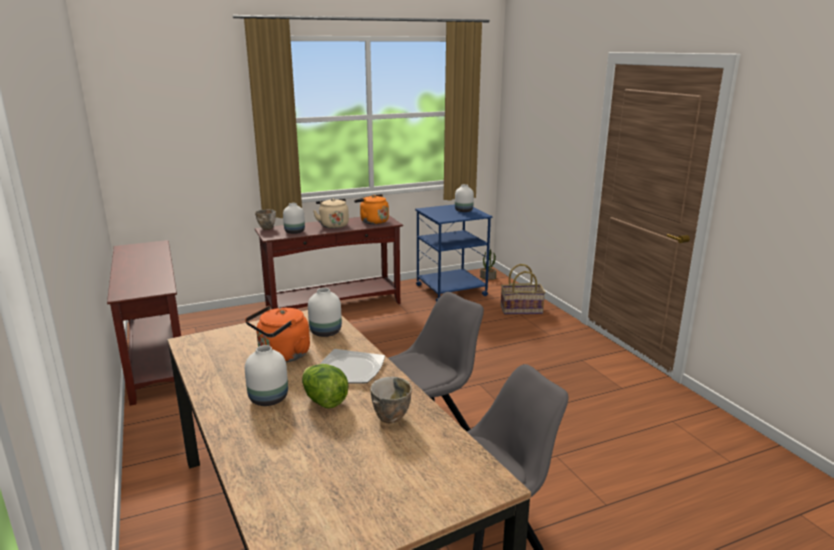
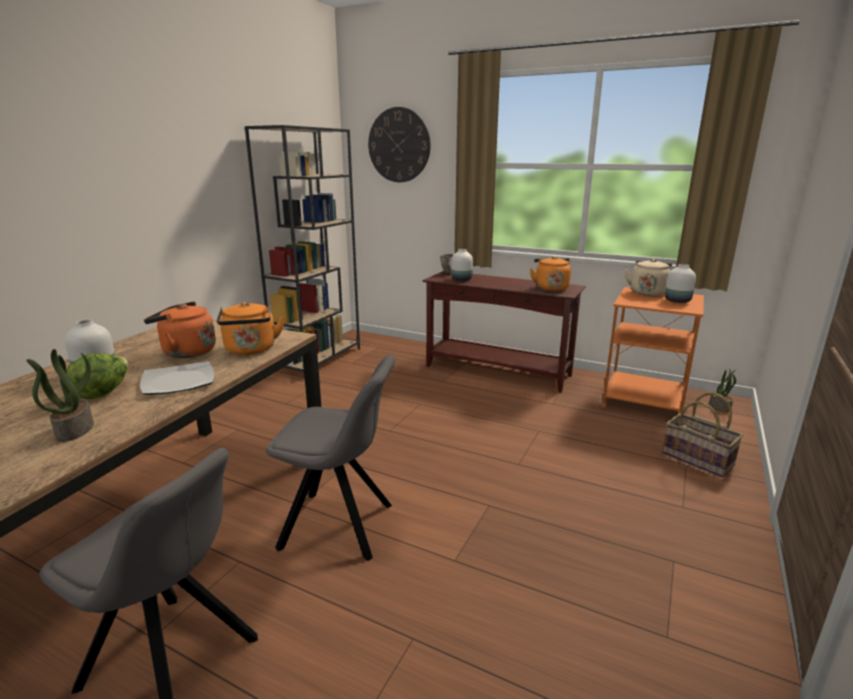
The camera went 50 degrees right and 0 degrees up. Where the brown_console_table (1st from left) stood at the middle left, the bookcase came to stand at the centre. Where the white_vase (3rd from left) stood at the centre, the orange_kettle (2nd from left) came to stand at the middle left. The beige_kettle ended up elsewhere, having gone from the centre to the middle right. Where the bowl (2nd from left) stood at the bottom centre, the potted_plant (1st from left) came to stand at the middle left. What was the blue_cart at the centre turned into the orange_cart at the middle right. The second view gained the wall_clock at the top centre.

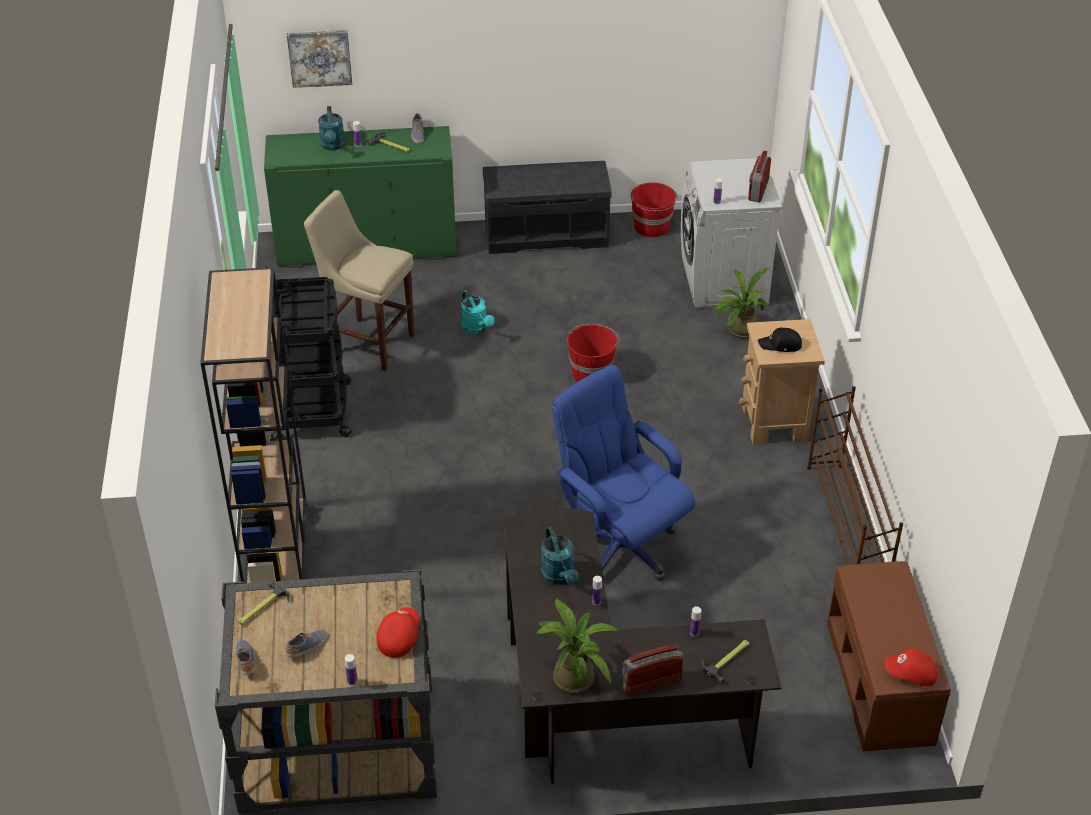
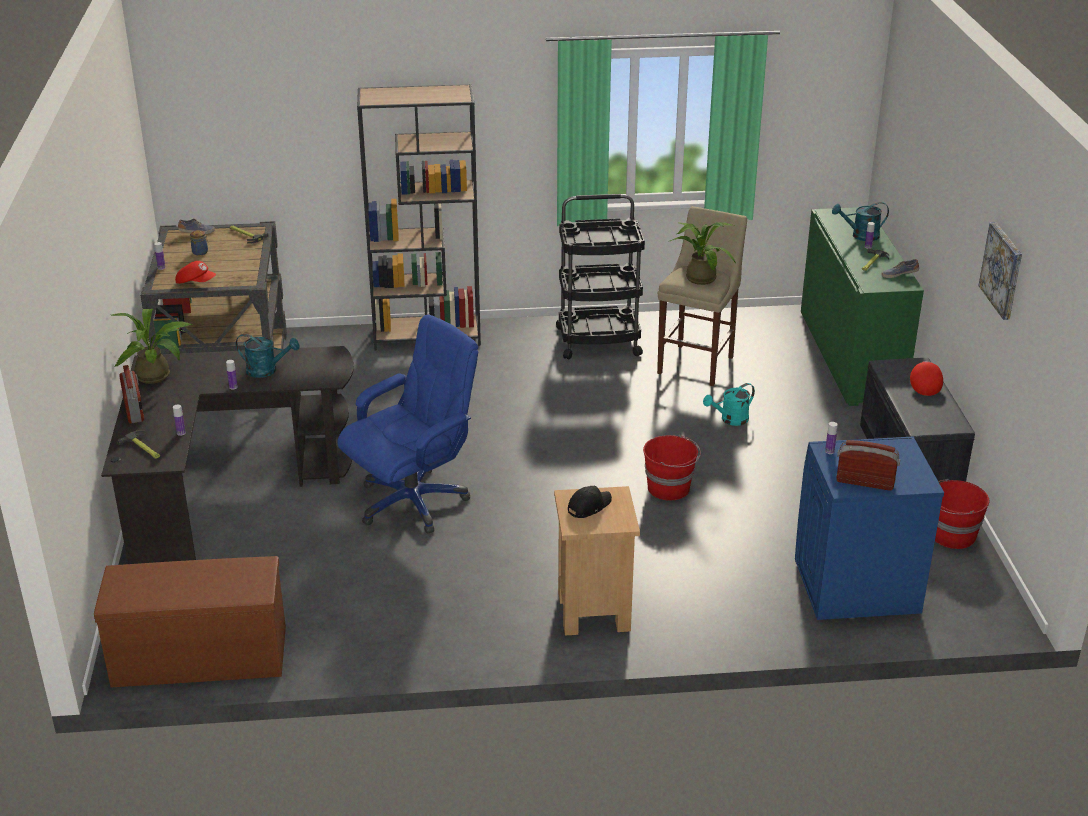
The camera went 90 degrees right and 10 degrees down. Where the shoe (2nd from left) stood at the bottom left, the jar came to stand at the top left. The picture ended up elsewhere, having gone from the top left to the top right. The turquoise_watering_can (3rd from left in the first image) at the bottom centre ended up facing another way, 150 degrees counterclockwise from before. What was the white_washing_machine at the top right turned into the blue_washing_machine at the middle right. The potted_plant (2nd from left) ended up elsewhere, having gone from the middle right to the top centre. The black_cap at the middle right ended up facing another way, 45 degrees clockwise from before. The second view lost the brown_shoe_rack at the middle right. The red_cap (2nd from left) ended up elsewhere, having gone from the bottom right to the middle right.

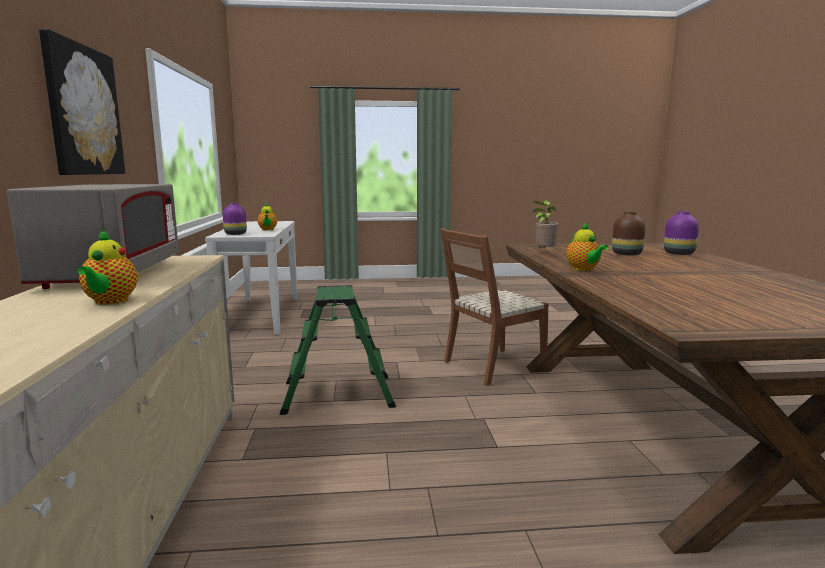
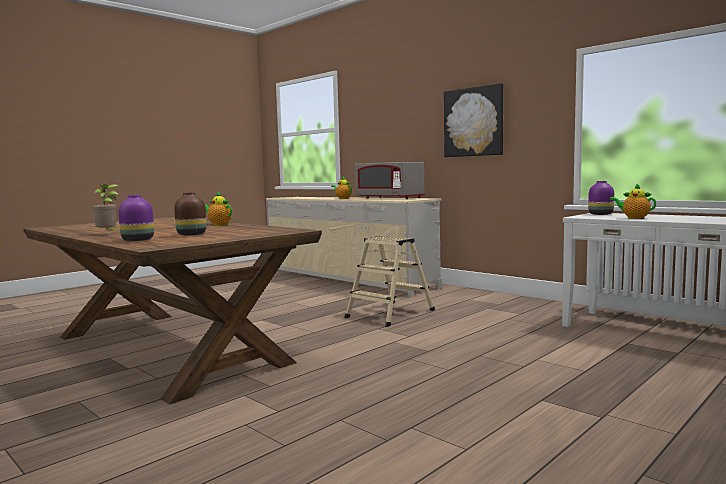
The camera went 140 degrees right and 5 degrees down. What was the green_step_ladder at the centre turned into the beige_step_ladder at the centre. The second view lost the chair at the centre. The potted_plant ended up elsewhere, having gone from the centre to the middle left.

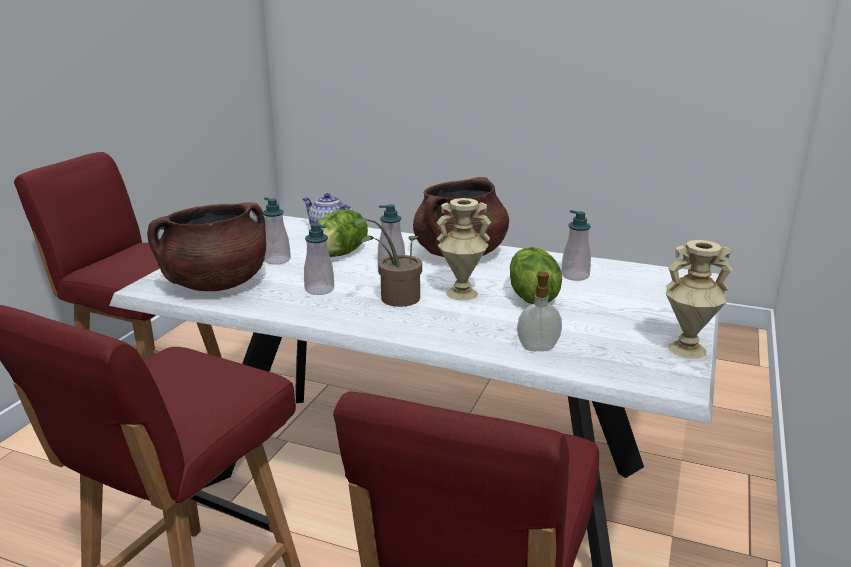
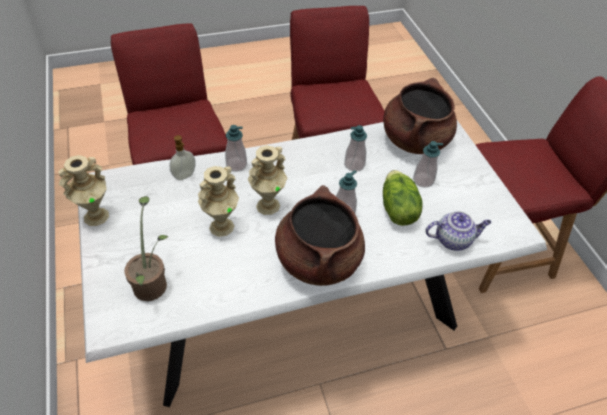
The camera went 140 degrees right and 25 degrees up. The potted_plant ended up elsewhere, having gone from the centre to the middle left. Where the lettuce (2nd from left) stood at the centre, the beige_vase (2nd from left) came to stand at the centre. The soap_dispenser (5th from left in the first image) ended up elsewhere, having gone from the middle right to the centre.

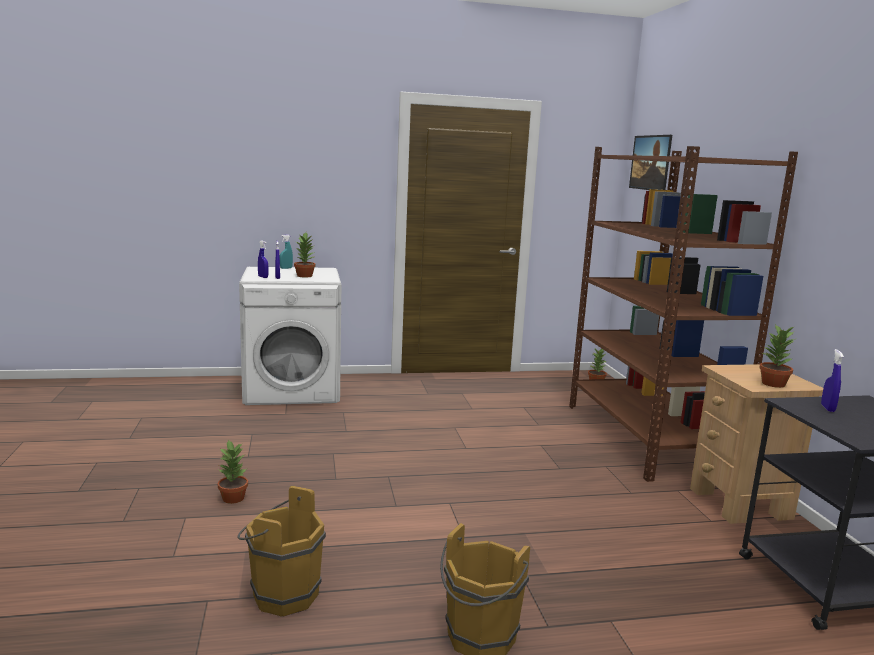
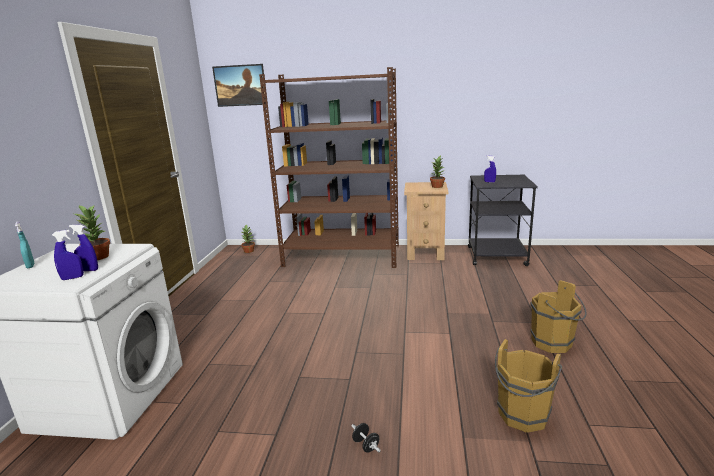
The camera went 70 degrees left and 5 degrees up. Where the potted_plant (1st from left) stood at the bottom left, the black_dumbbell came to stand at the bottom centre.

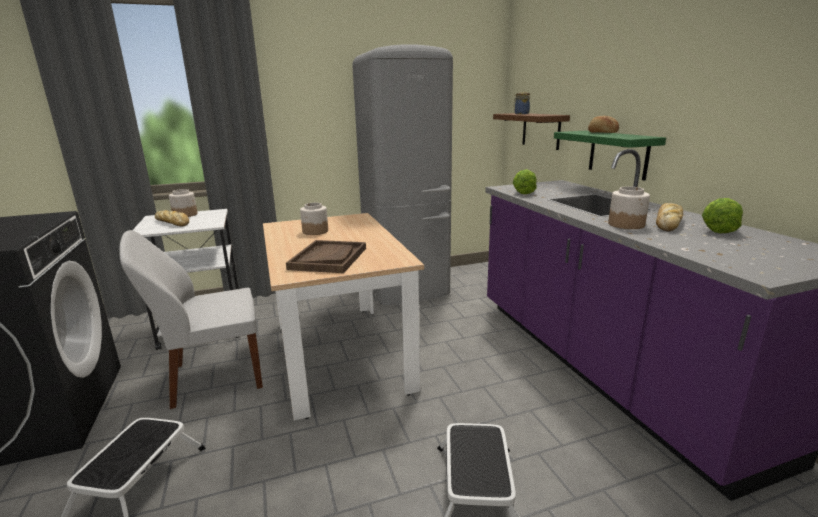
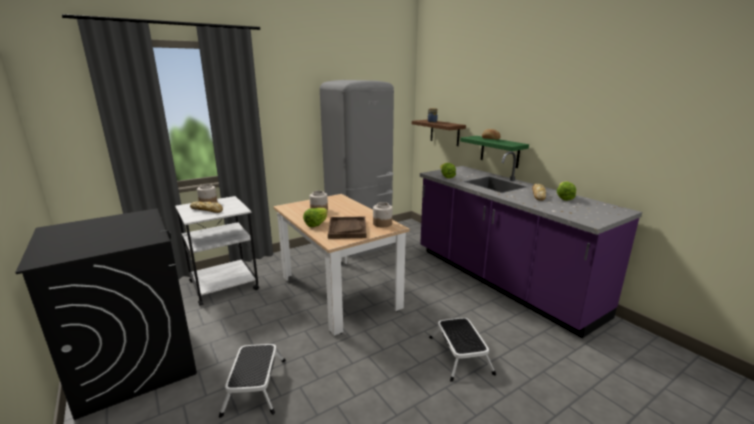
The camera went 15 degrees left and 0 degrees up. The second view lost the white_chair at the middle left. The jar (4th from left in the first image) ended up elsewhere, having gone from the middle right to the centre. The second view gained the lettuce (1st from left) at the centre.

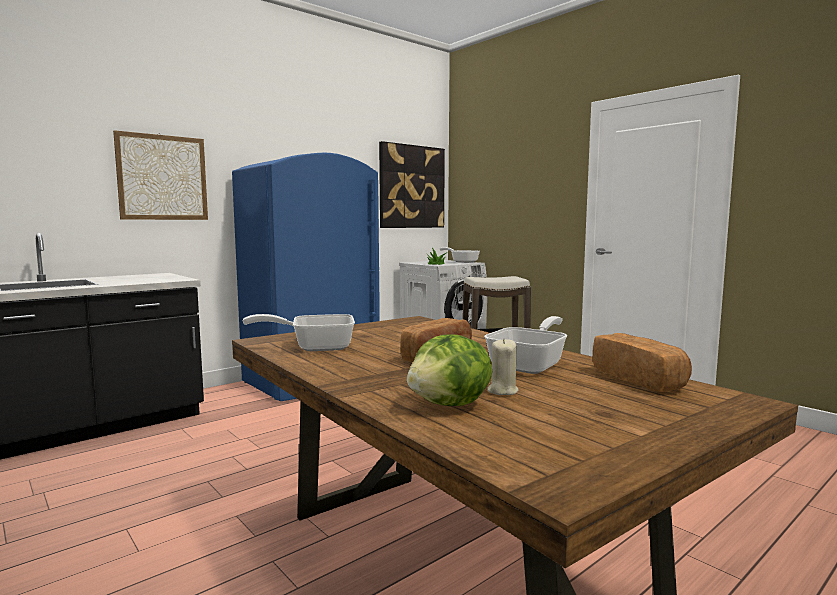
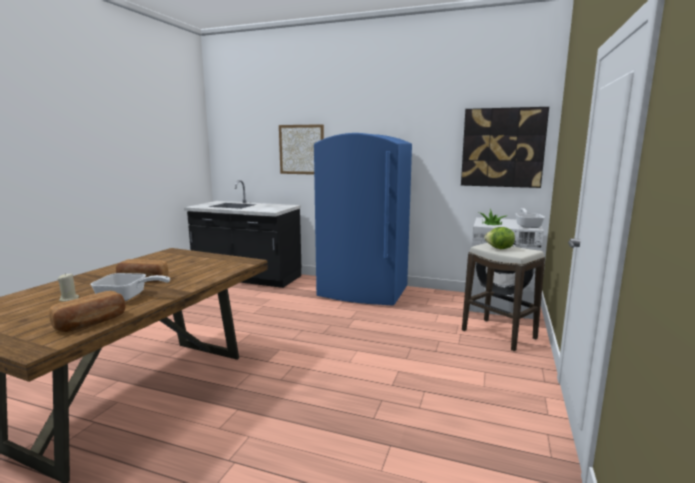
The camera went 60 degrees right and 5 degrees up. The second view lost the frying_pan (1st from left) at the centre. The lettuce ended up elsewhere, having gone from the centre to the middle right.

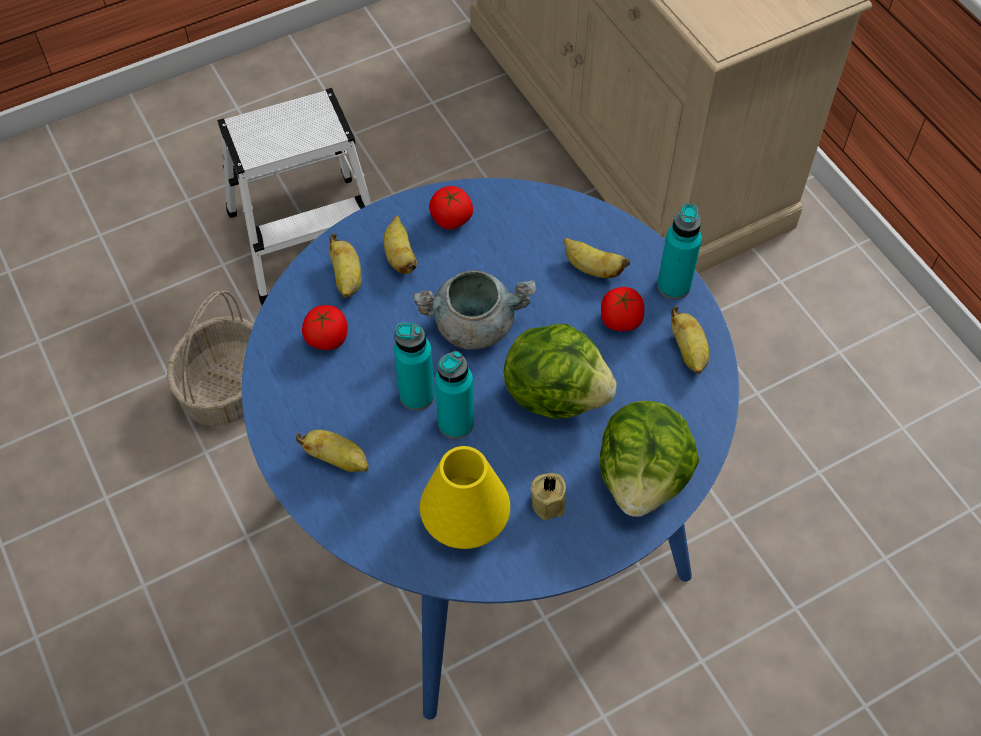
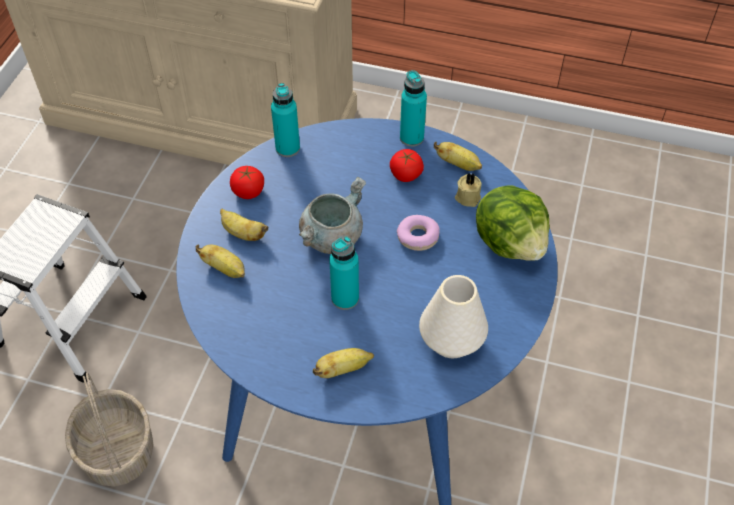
The camera went 45 degrees left and 5 degrees down. The second view lost the tomato (1st from left) at the middle left. What was the yellow_vase at the bottom centre turned into the white_vase at the centre. The turquoise_bottle (2nd from left in the first image) ended up elsewhere, having gone from the centre to the top centre. Where the lettuce (1st from left) stood at the centre, the donut came to stand at the centre. The beige_candle ended up elsewhere, having gone from the bottom centre to the centre. The second view lost the banana (4th from left) at the centre.

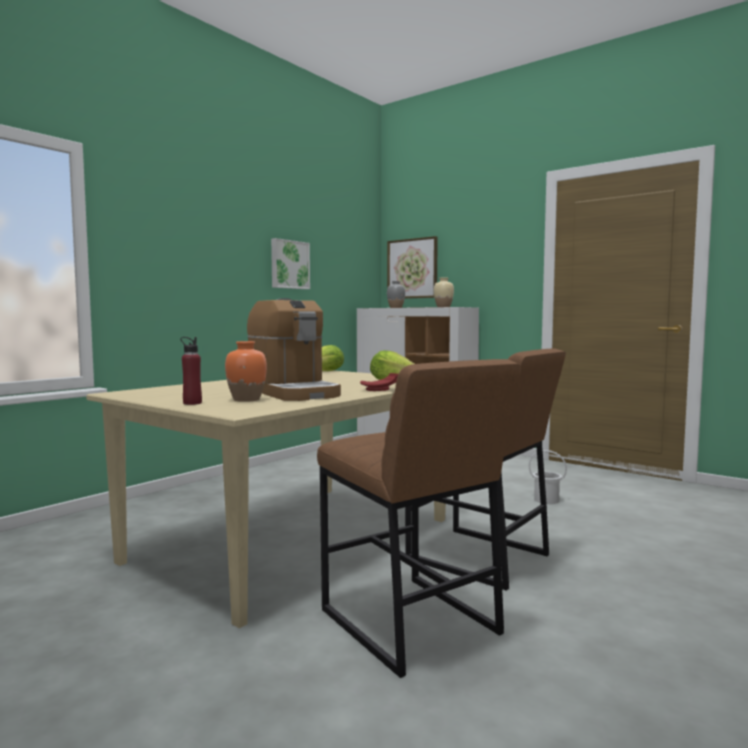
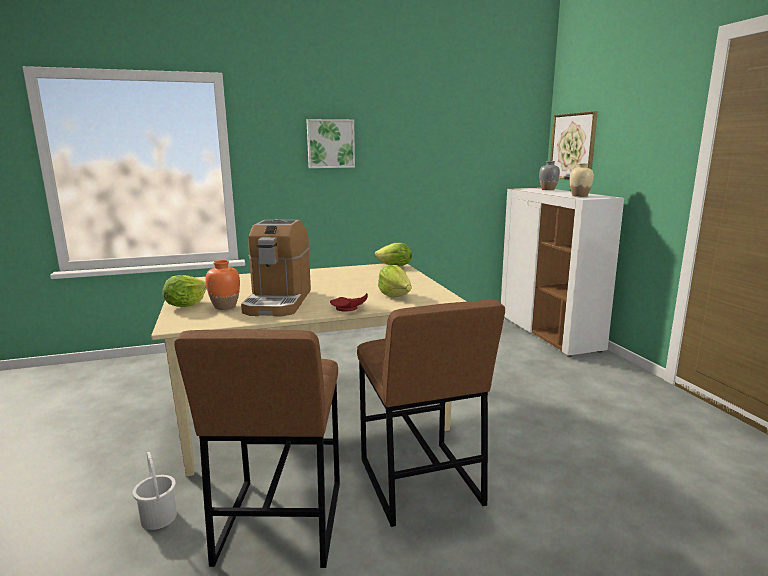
The camera went 35 degrees right and 10 degrees up. Where the red_bottle stood at the middle left, the lettuce (1st from left) came to stand at the middle left. The picture (1st from left) ended up elsewhere, having gone from the centre to the top centre. The white_bucket ended up elsewhere, having gone from the middle right to the bottom left.

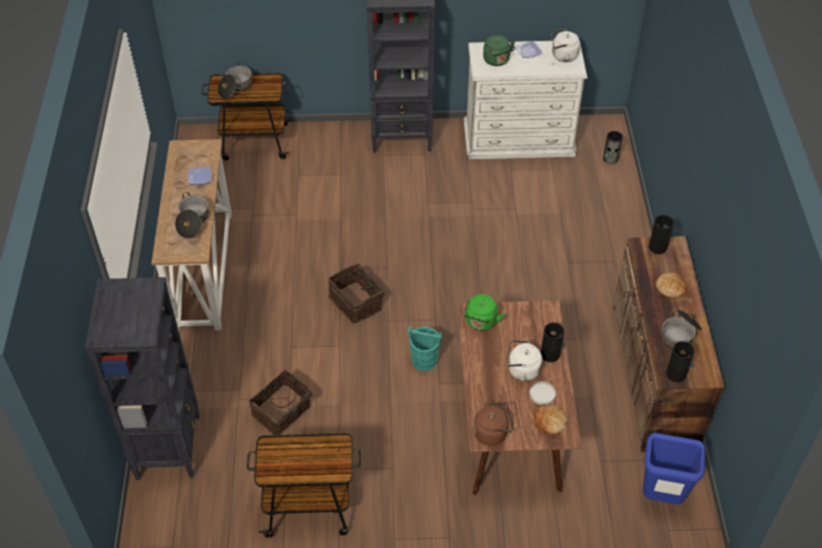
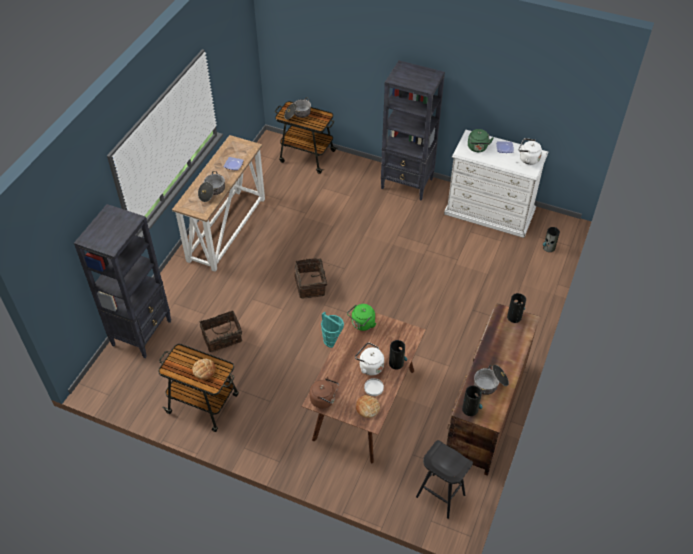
The camera went 25 degrees right and 0 degrees up. Where the blue_trash_can stood at the bottom right, the black_stool came to stand at the bottom centre. The bread (2nd from left in the first image) ended up elsewhere, having gone from the middle right to the middle left.

